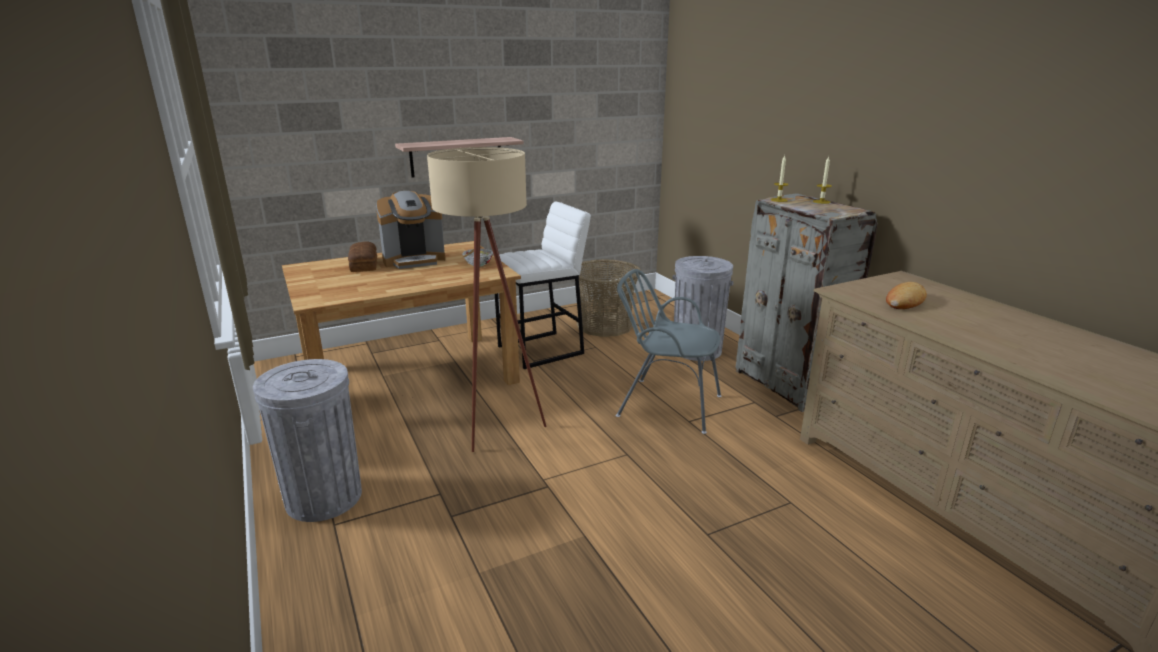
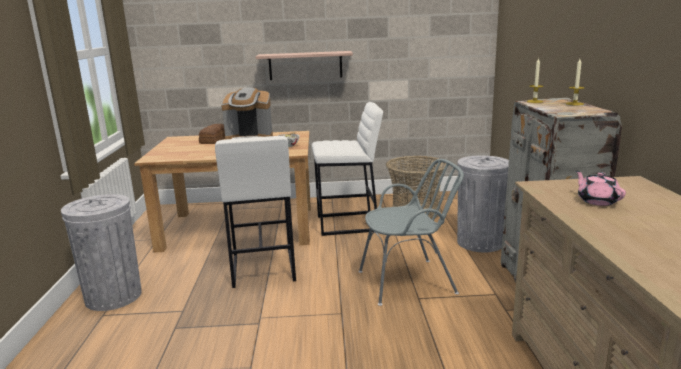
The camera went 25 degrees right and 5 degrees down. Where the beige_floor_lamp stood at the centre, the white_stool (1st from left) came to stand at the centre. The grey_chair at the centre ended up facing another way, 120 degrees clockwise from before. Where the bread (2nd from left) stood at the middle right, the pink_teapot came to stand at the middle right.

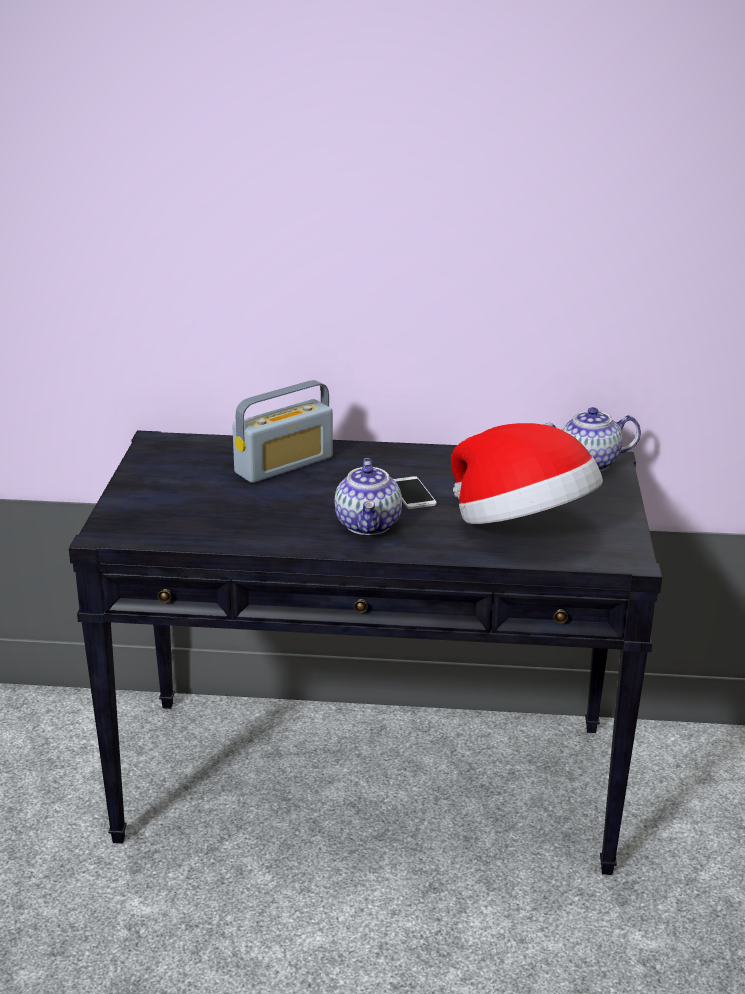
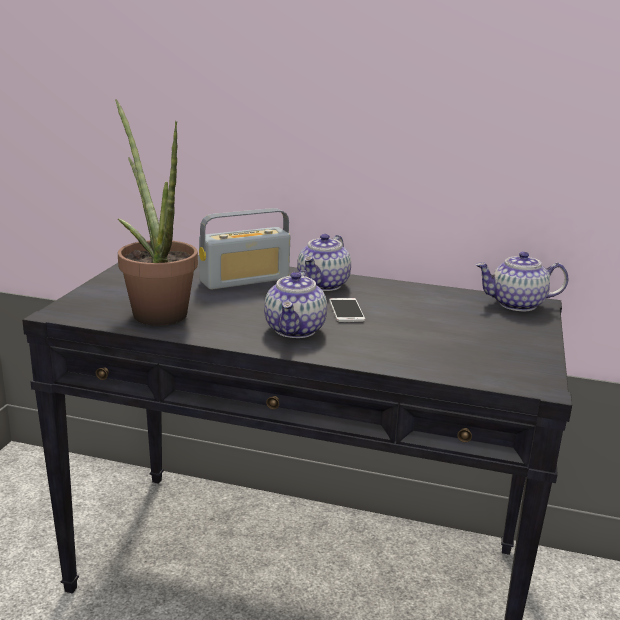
The camera went 10 degrees right and 5 degrees down. The second view lost the hat at the middle right. The second view gained the potted_plant at the middle left. The second view gained the teapot (2nd from left) at the centre.

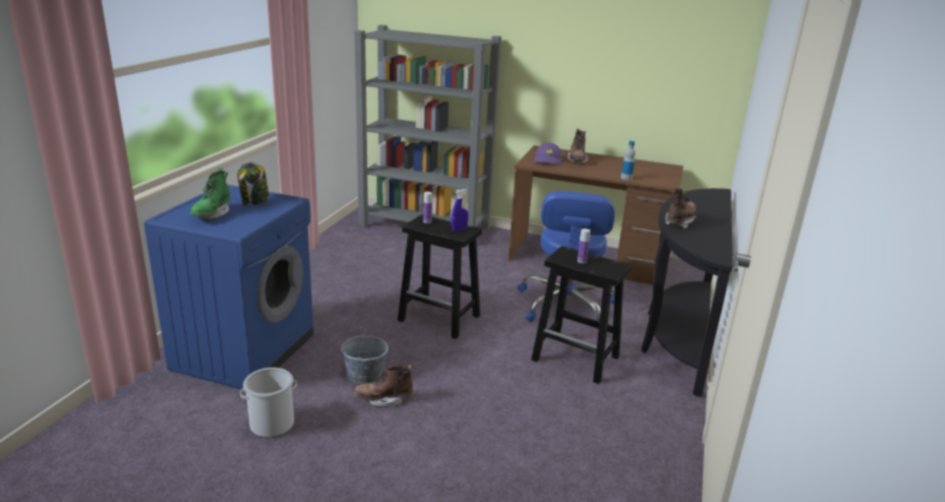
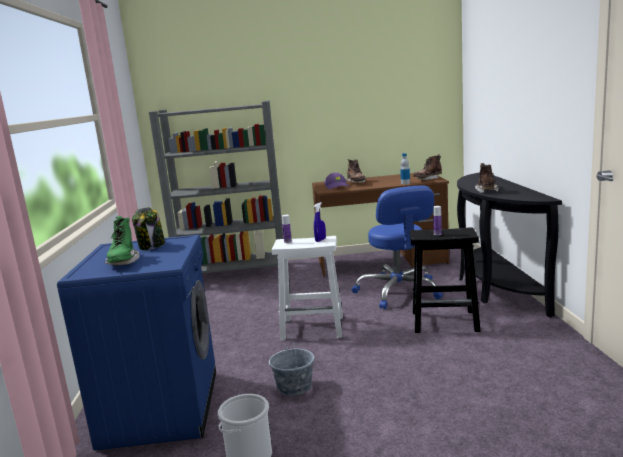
The camera went 20 degrees left and 10 degrees down. The brown_boot (1st from left in the first image) ended up elsewhere, having gone from the bottom centre to the middle right. What was the black_stool (1st from left) at the centre turned into the white_stool at the centre.

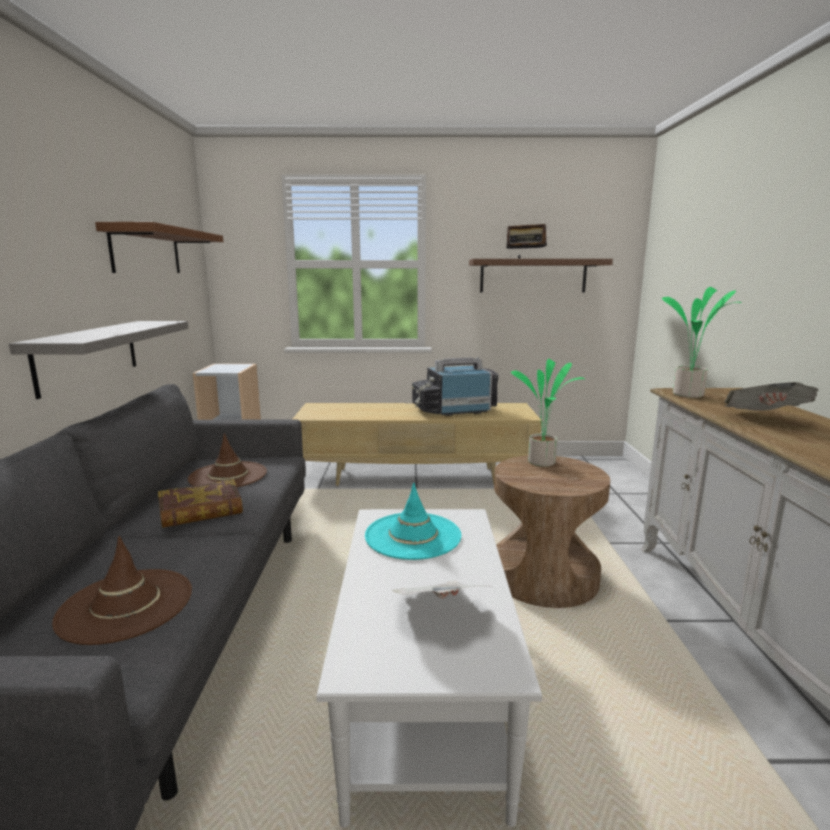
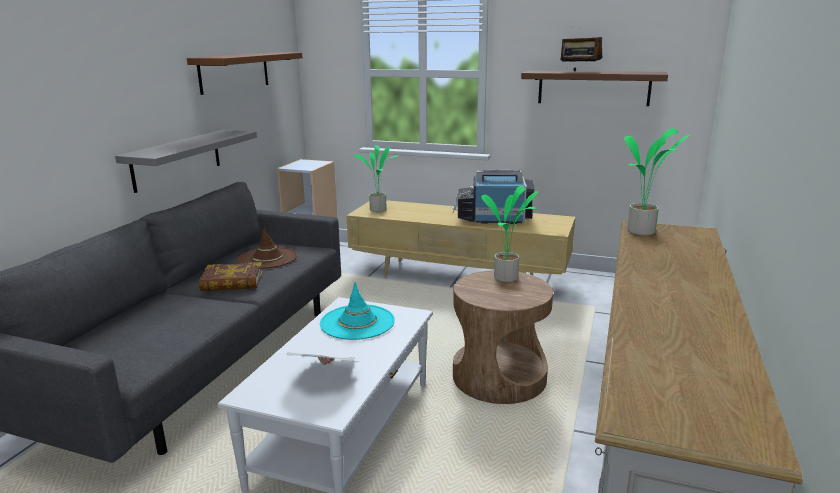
The camera went 20 degrees right and 5 degrees up. The second view lost the brown_hat (1st from left) at the bottom left. The second view lost the newspaper (2nd from left) at the middle right. The second view gained the potted_plant (1st from left) at the centre.

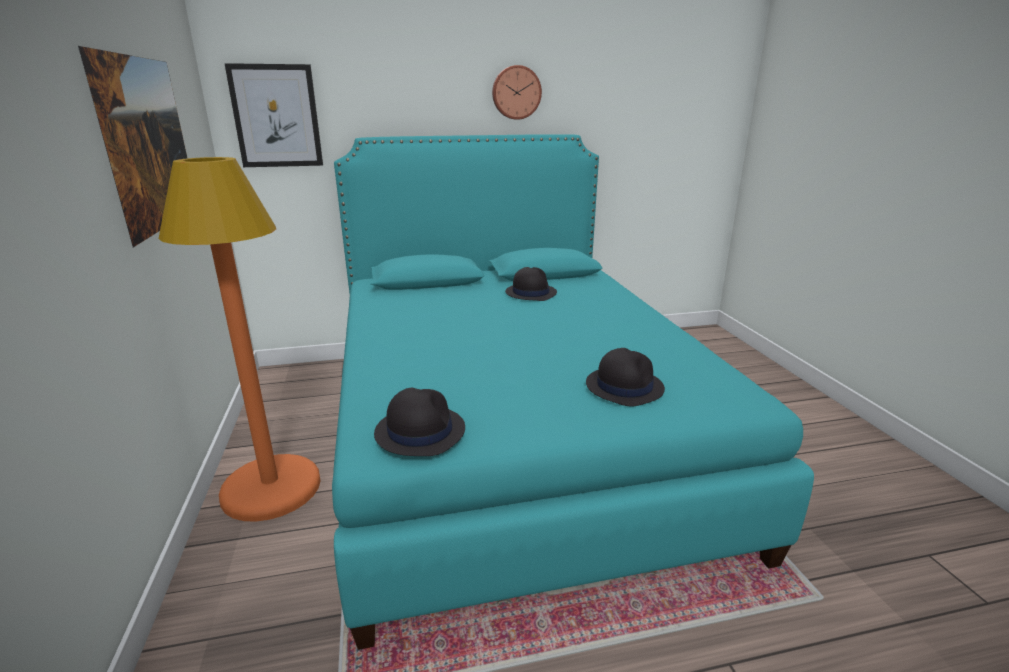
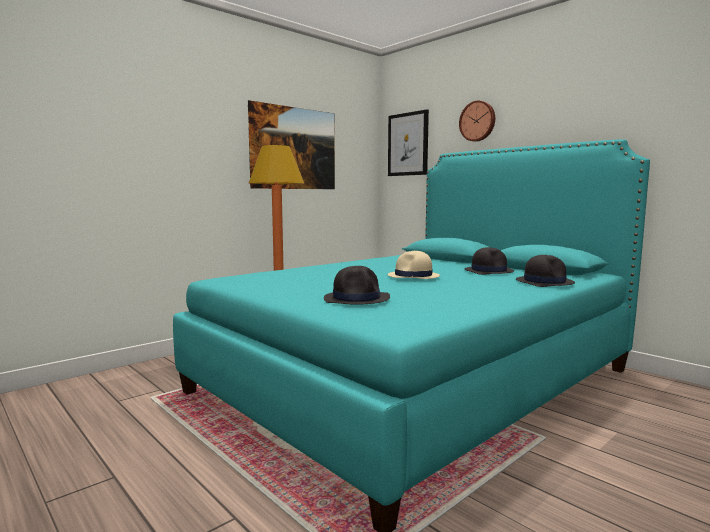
The camera went 60 degrees right and 15 degrees down. The black_hat (1st from left in the first image) ended up elsewhere, having gone from the centre to the middle right. The wall_clock ended up elsewhere, having gone from the top centre to the top right. The second view gained the beige_hat at the centre.

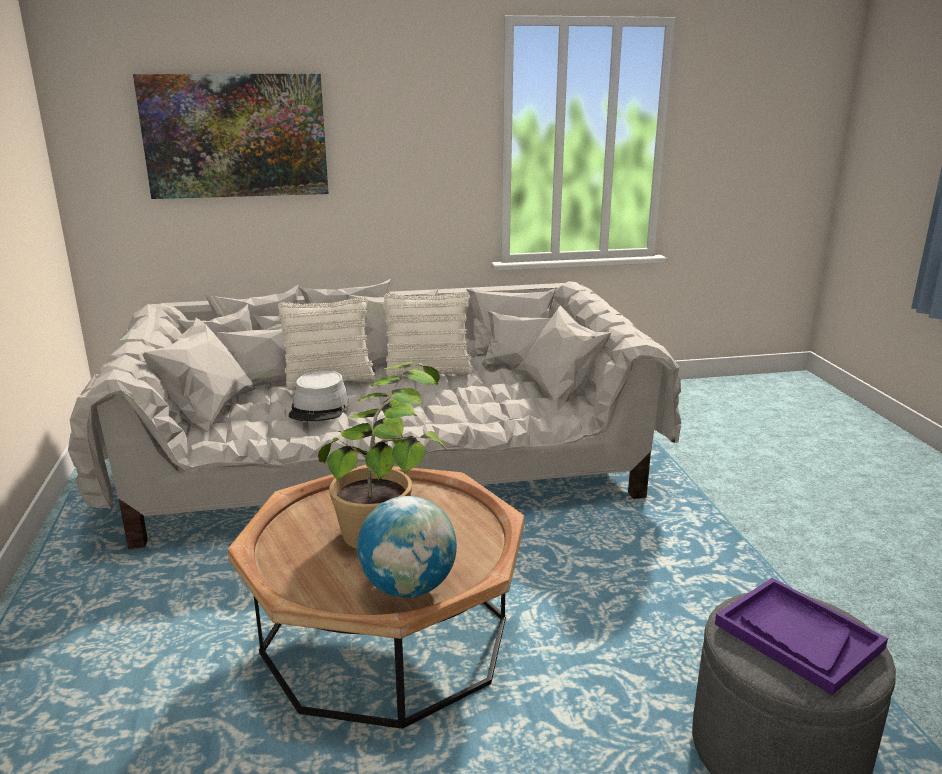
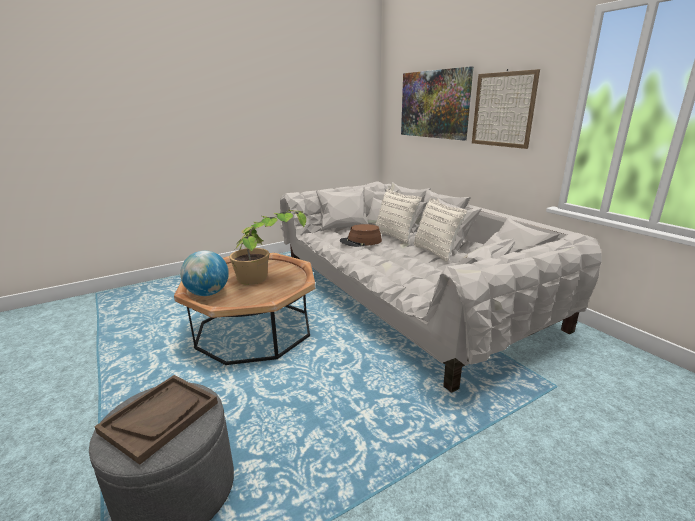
The camera went 70 degrees right and 0 degrees up. What was the grey_hat at the centre turned into the brown_hat at the centre. What was the purple_tray at the bottom right turned into the brown_tray at the bottom left. The second view gained the picture (2nd from left) at the top right.

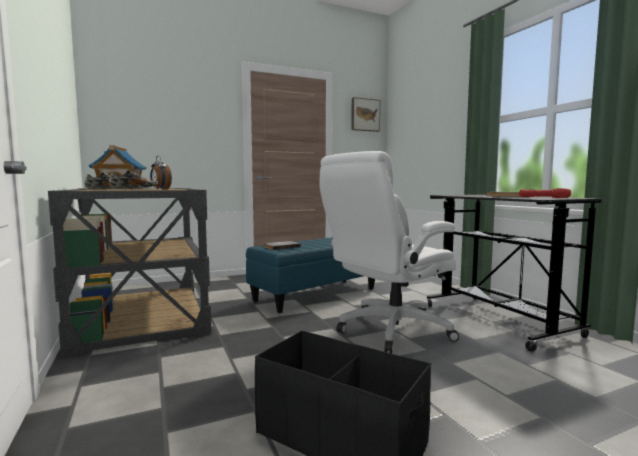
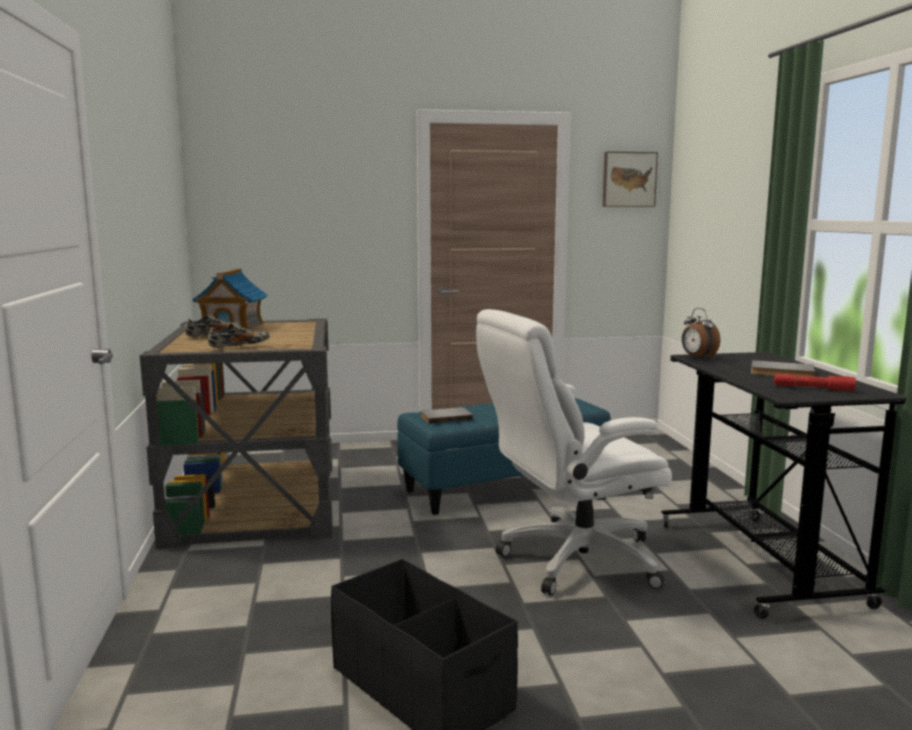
The camera went 15 degrees right and 5 degrees up. The alarm_clock ended up elsewhere, having gone from the middle left to the middle right.

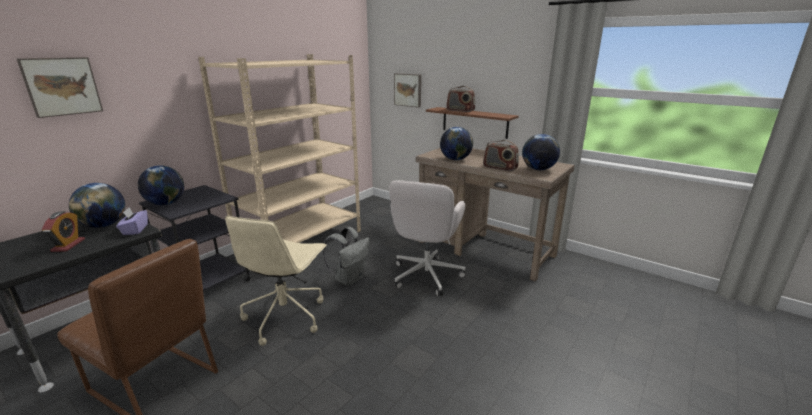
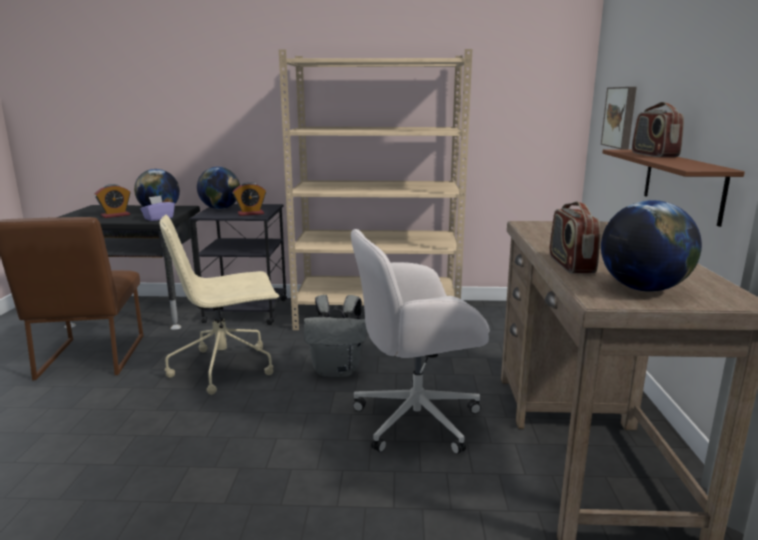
The camera went 55 degrees right and 5 degrees down. The second view lost the picture (1st from left) at the top left. The second view lost the globe (3rd from left) at the centre. The second view gained the alarm_clock (2nd from left) at the middle left.

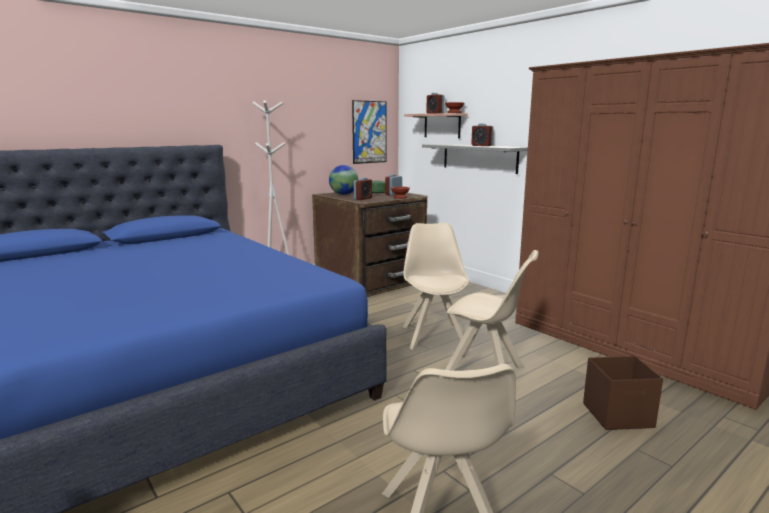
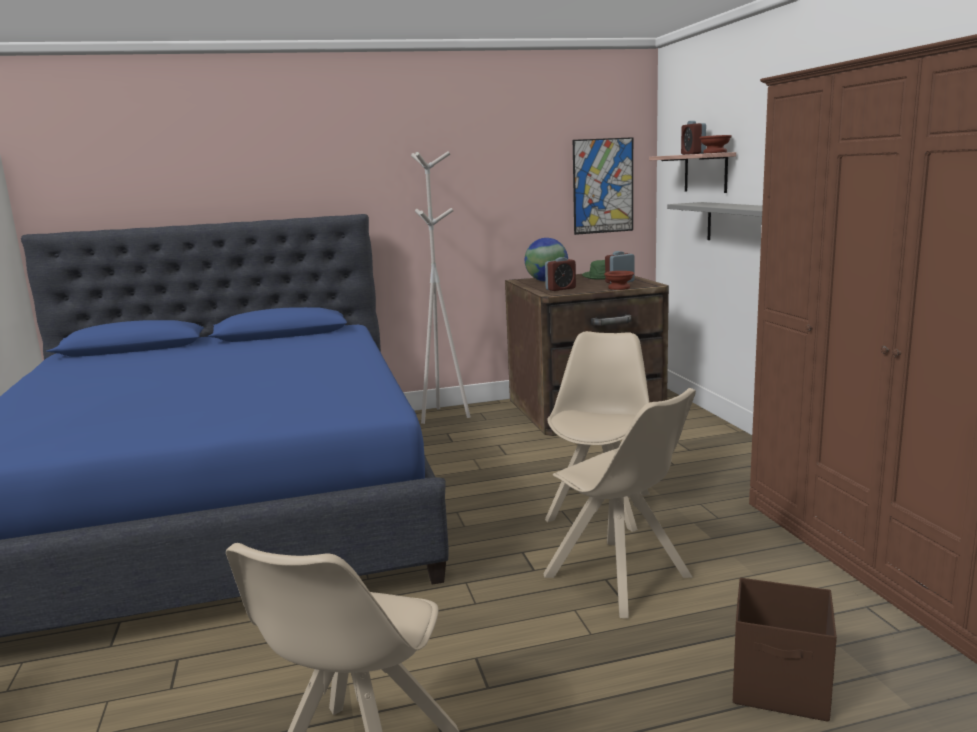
The camera went 25 degrees right and 0 degrees up. The second view lost the alarm_clock (4th from left) at the top centre.

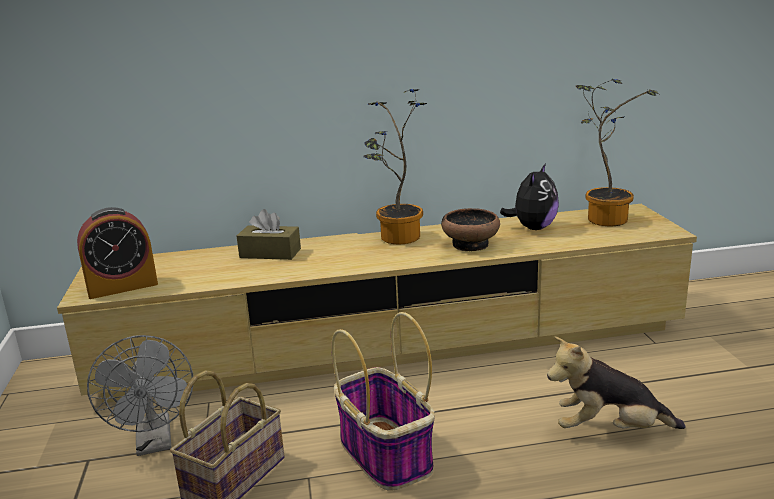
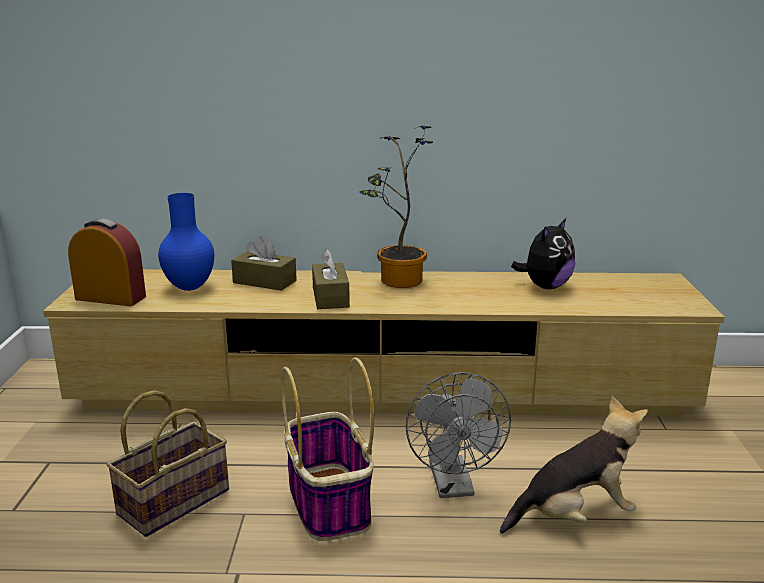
The camera went 10 degrees right and 0 degrees up. The alarm_clock at the middle left ended up facing another way, 150 degrees counterclockwise from before. The grey_fan ended up elsewhere, having gone from the bottom left to the bottom centre. The second view lost the bowl at the centre. The plush_toy (2nd from left) at the bottom right ended up facing another way, 150 degrees clockwise from before. The second view lost the potted_plant (2nd from left) at the top right. The second view gained the blue_vase at the middle left. The second view gained the brown_tissue_box (2nd from left) at the centre.

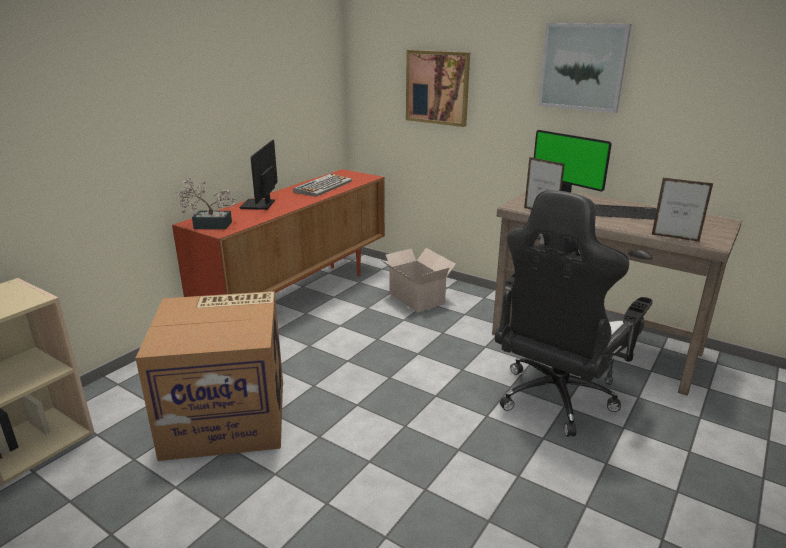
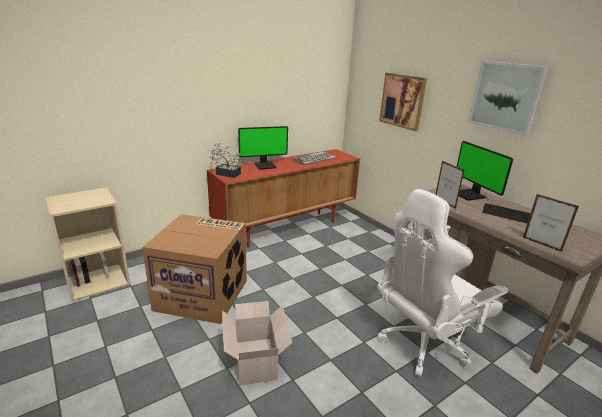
The camera went 20 degrees right and 0 degrees up. The monitor (1st from left) at the top left ended up facing another way, 135 degrees counterclockwise from before. The cardboard_box (2nd from left) ended up elsewhere, having gone from the centre to the bottom centre. What was the black_office_chair at the middle right turned into the white_office_chair at the bottom right.

